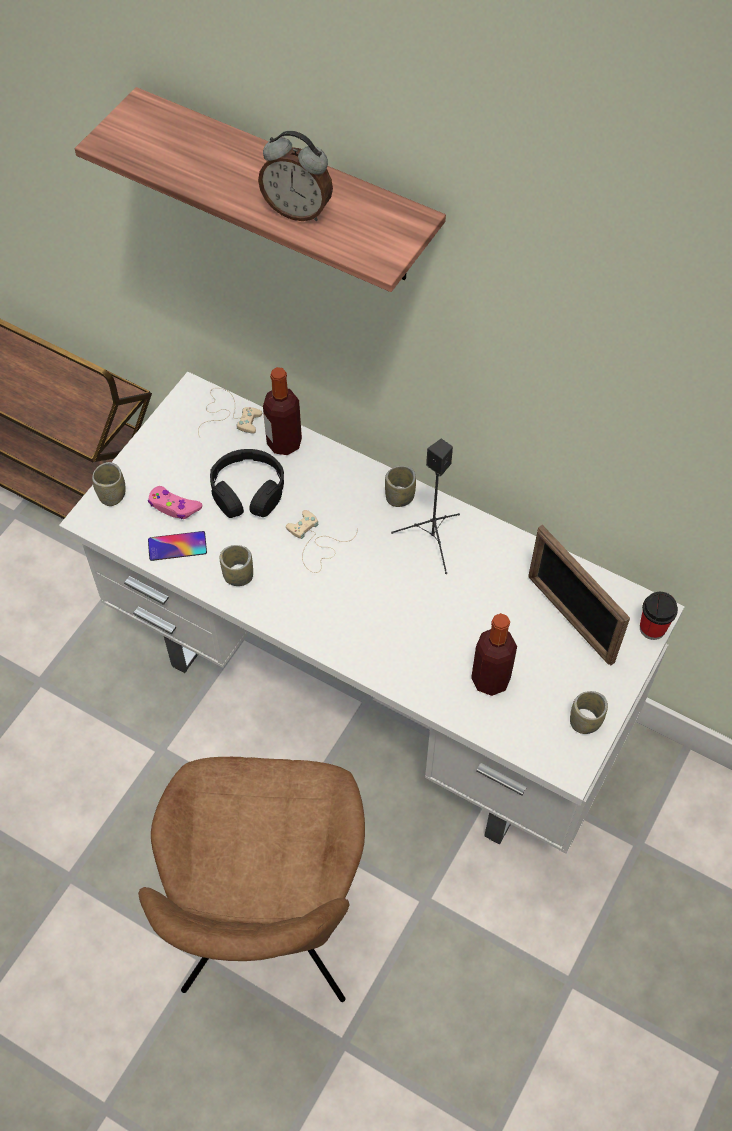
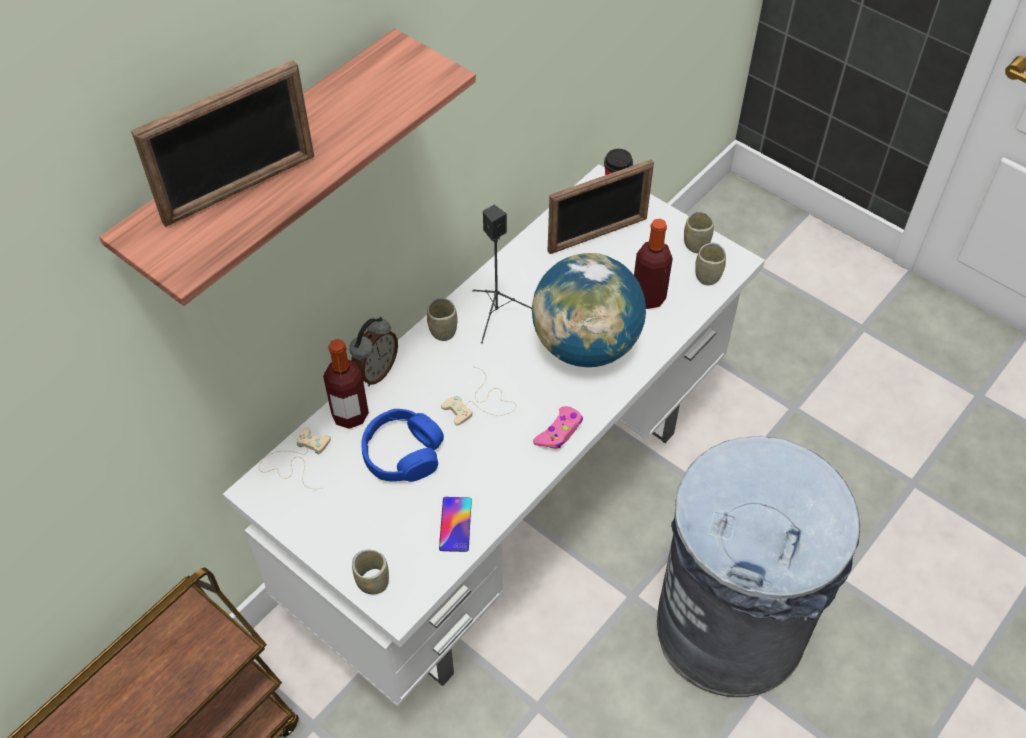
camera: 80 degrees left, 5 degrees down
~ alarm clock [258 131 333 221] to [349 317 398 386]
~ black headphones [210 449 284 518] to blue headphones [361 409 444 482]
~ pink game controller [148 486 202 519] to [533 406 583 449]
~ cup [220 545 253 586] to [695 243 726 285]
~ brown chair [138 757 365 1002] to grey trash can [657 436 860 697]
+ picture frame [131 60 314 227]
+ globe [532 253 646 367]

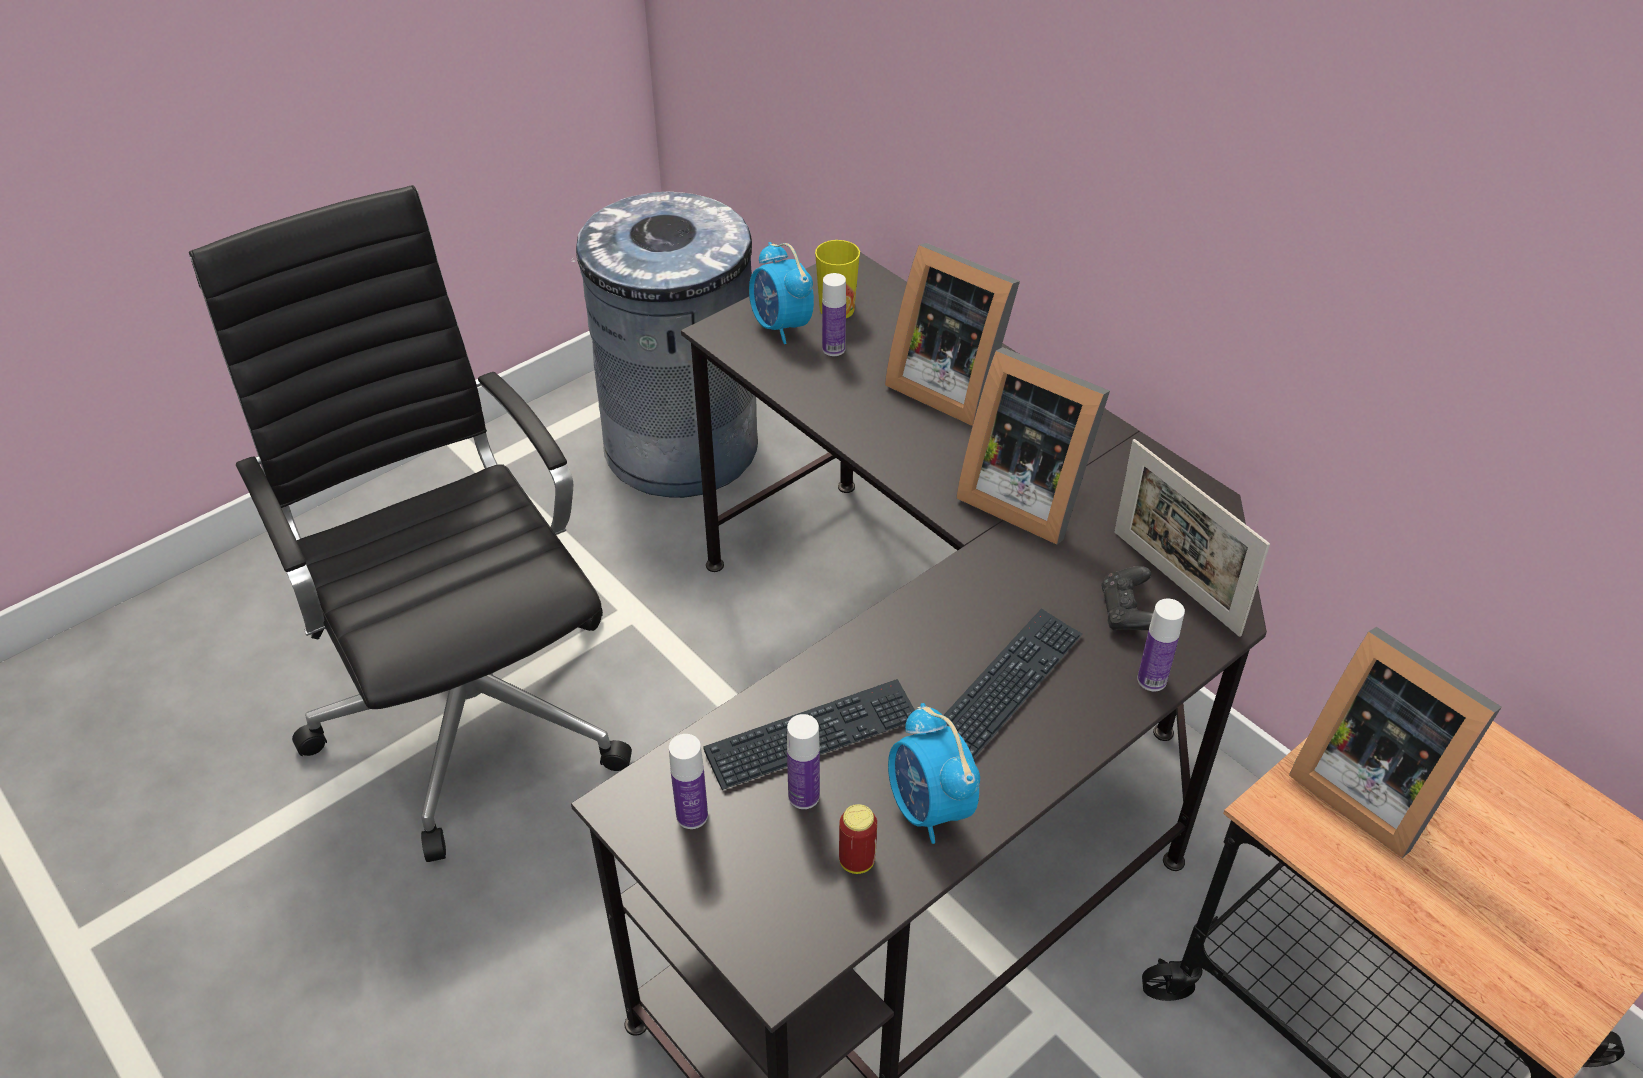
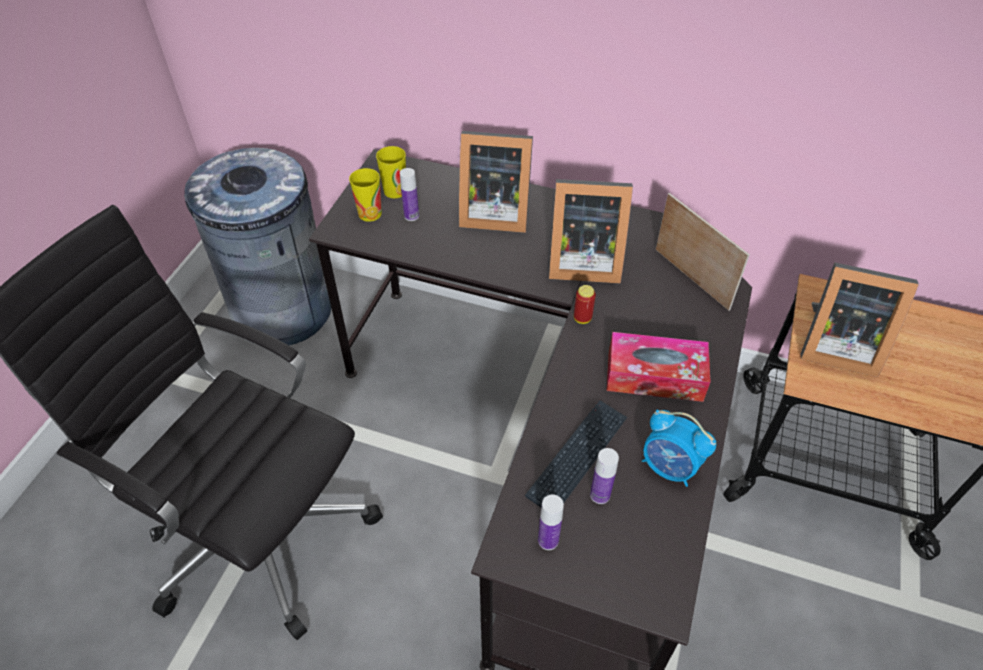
camera: 30 degrees left, 5 degrees up
~ alarm clock [749 242 814 344] to cup [349 168 382 222]
~ picture frame [1114 439 1270 637] = [656 193 750 311] 150 degrees counterclockwise
- black game controller [1101 566 1153 631]
- bottle [1137 598 1185 691]
~ keyboard [943 608 1083 759] to tissue box [607 332 710 402]
~ can [839 804 877 874] to [574 285 596 324]

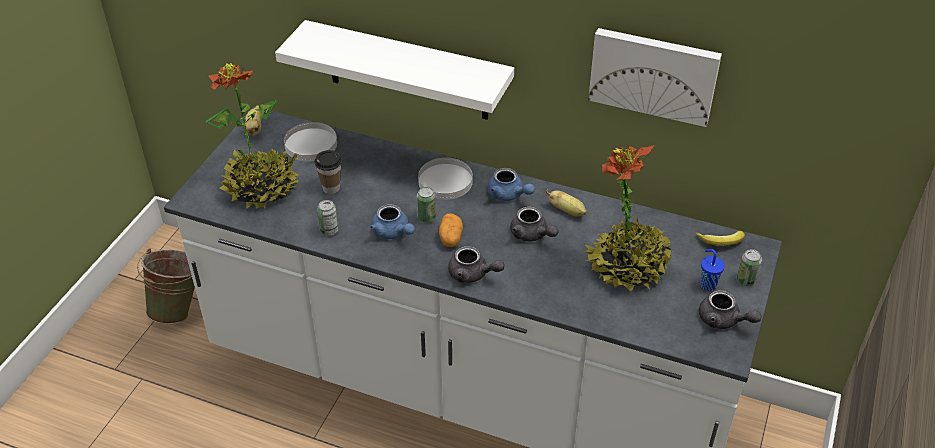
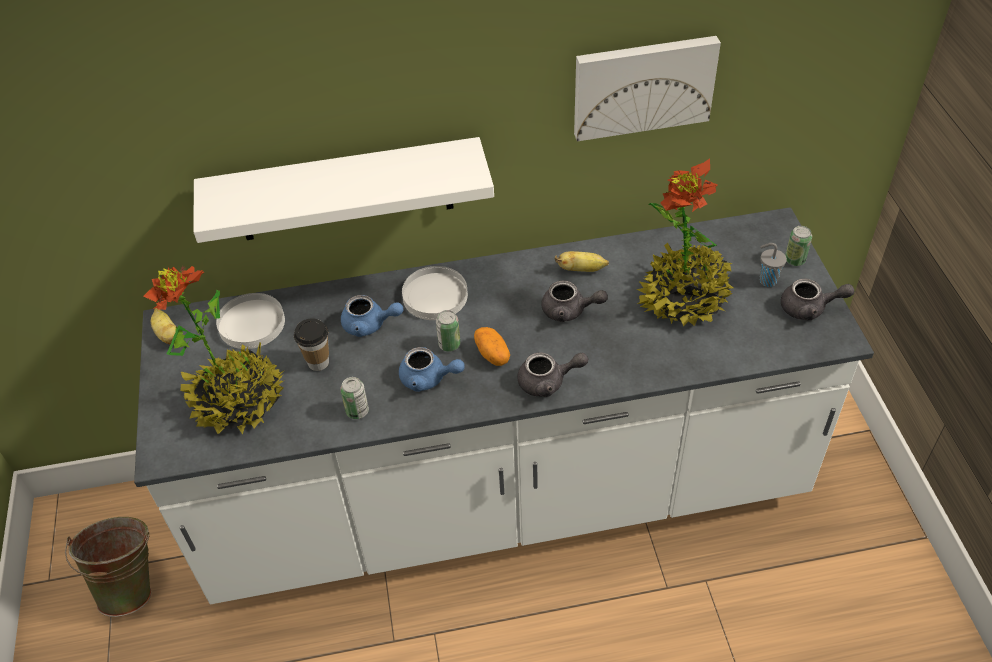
camera: 30 degrees left, 5 degrees up
~ blue teapot [487 168 535 201] to [341 295 403 337]
- banana [696 231 745 246]
~ blue cup [700 249 725 291] to grey cup [760 243 787 287]

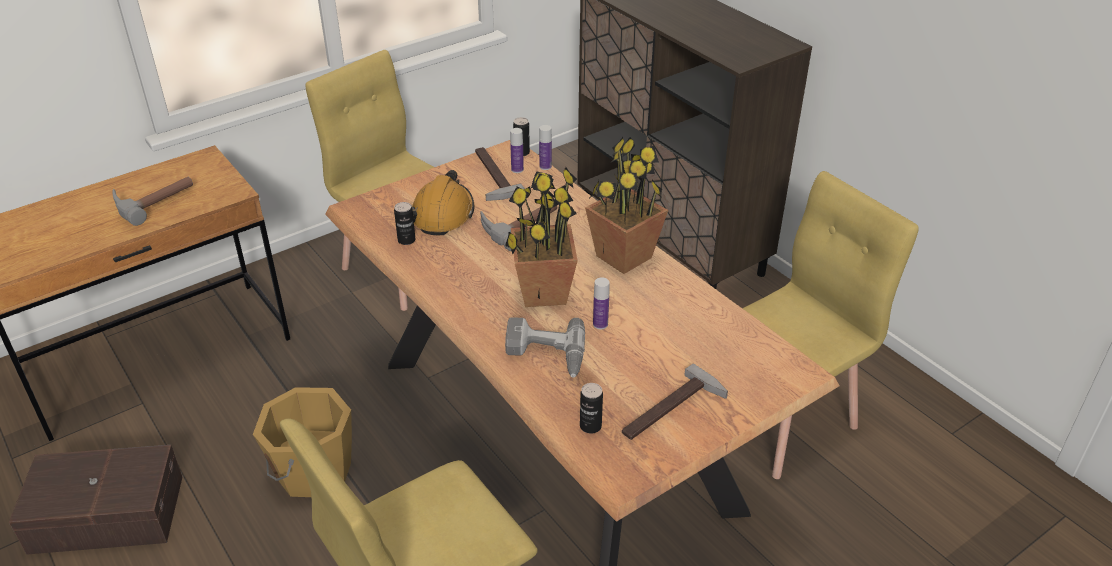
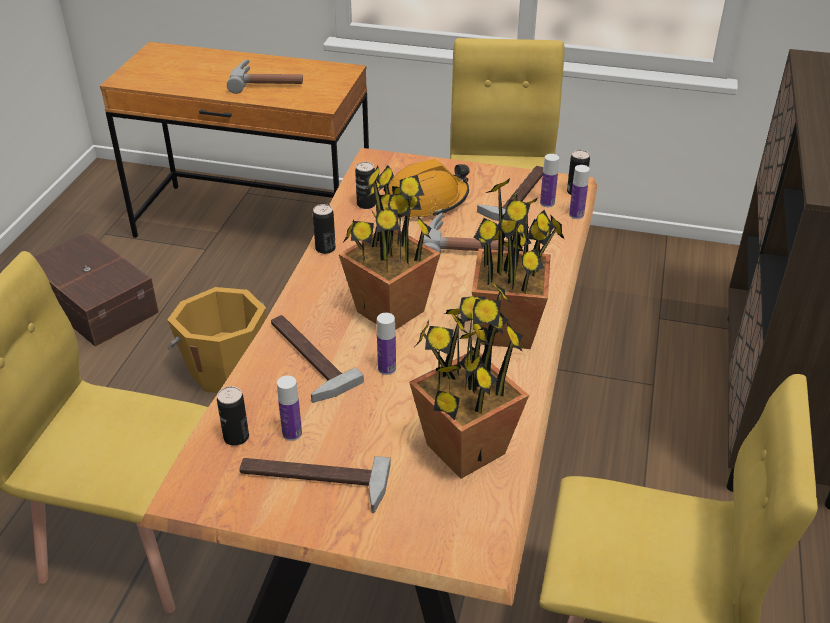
camera: 50 degrees right, 0 degrees up
~ power drill [505 317 585 378] to hammer [271 315 364 403]
+ can [313 204 336 254]
+ potted plant [409 280 529 479]
+ bottle [277 376 302 441]

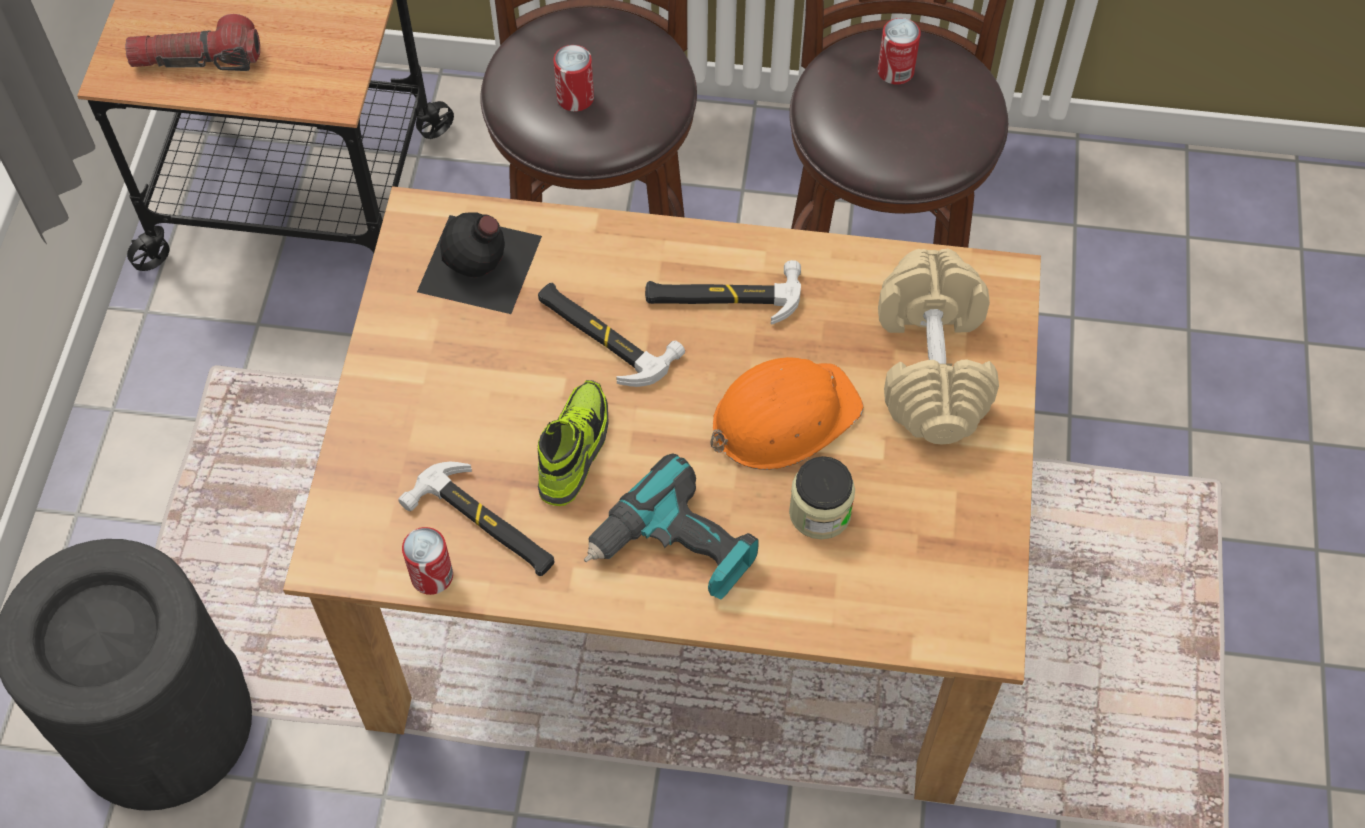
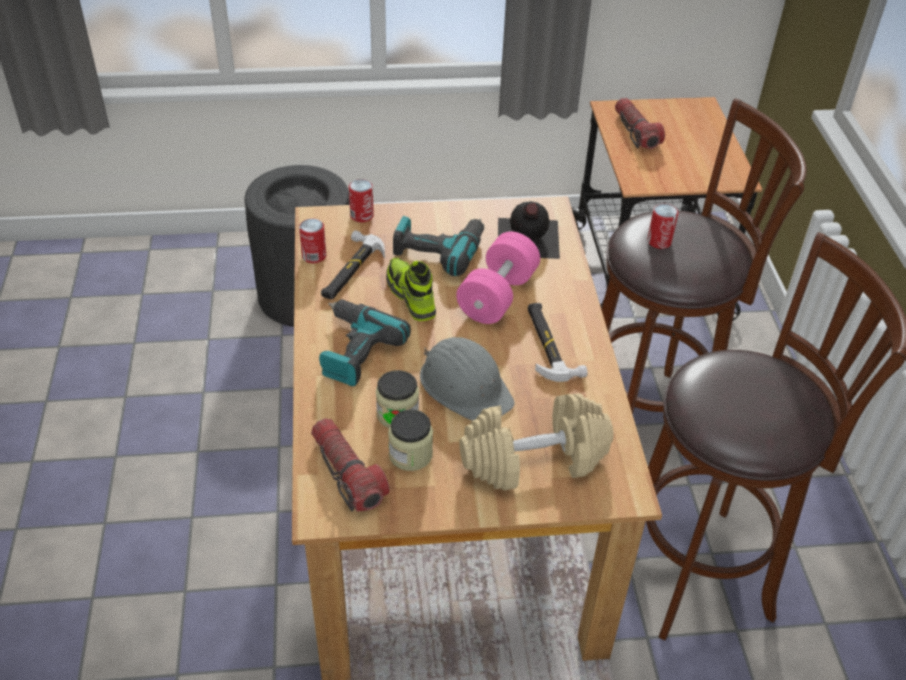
camera: 75 degrees right, 15 degrees down
~ can [878 18 921 84] to [349 179 374 222]
~ hammer [538 283 685 387] to pink dumbbell [456 231 540 324]
~ orange hard hat [711 357 863 470] to grey hard hat [420 337 515 421]
~ shoe [538 380 609 506] = [386 257 436 321] 120 degrees counterclockwise
+ power drill [393 216 484 276]
+ jar [388 409 433 471]
+ flashlight [311 418 390 512]

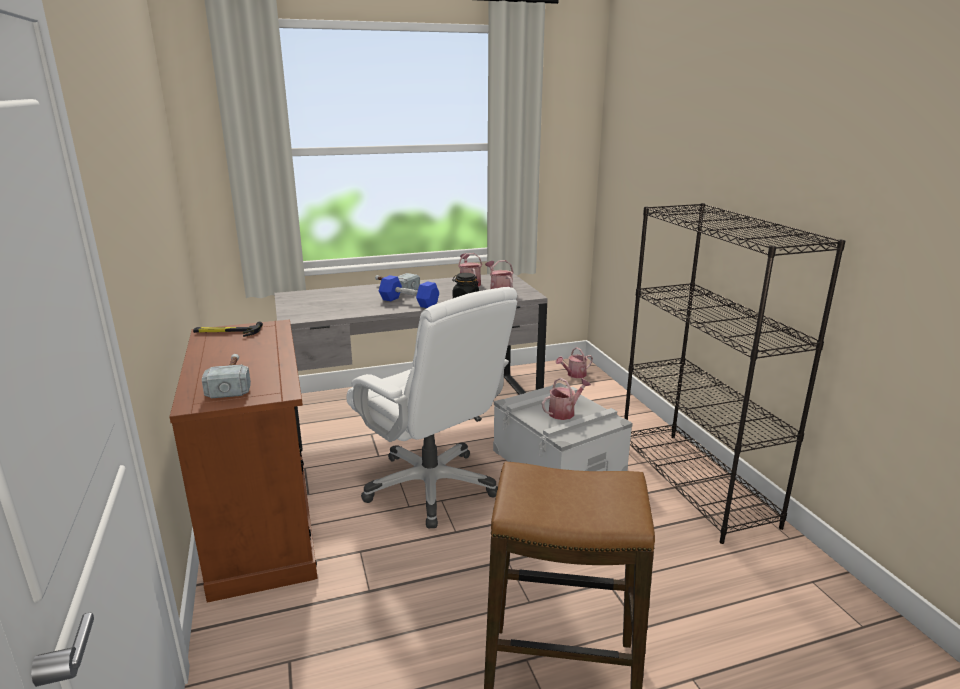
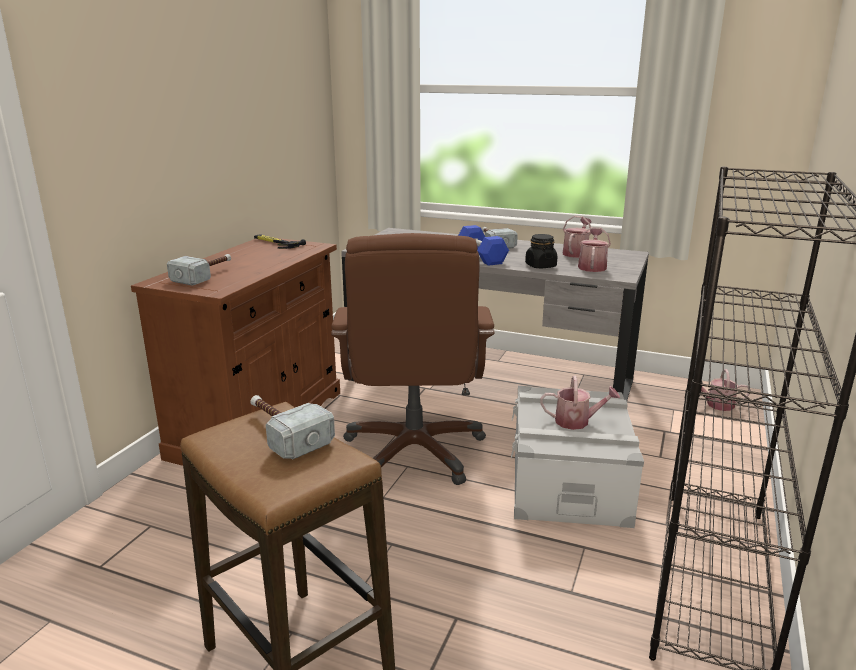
camera: 40 degrees right, 0 degrees up
~ white office chair [346 287 517 528] to brown office chair [331 233 495 485]
+ hammer [250 395 335 460]

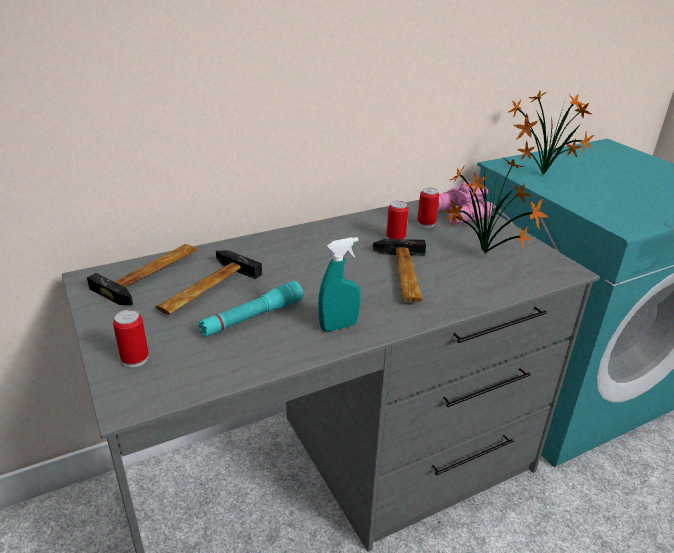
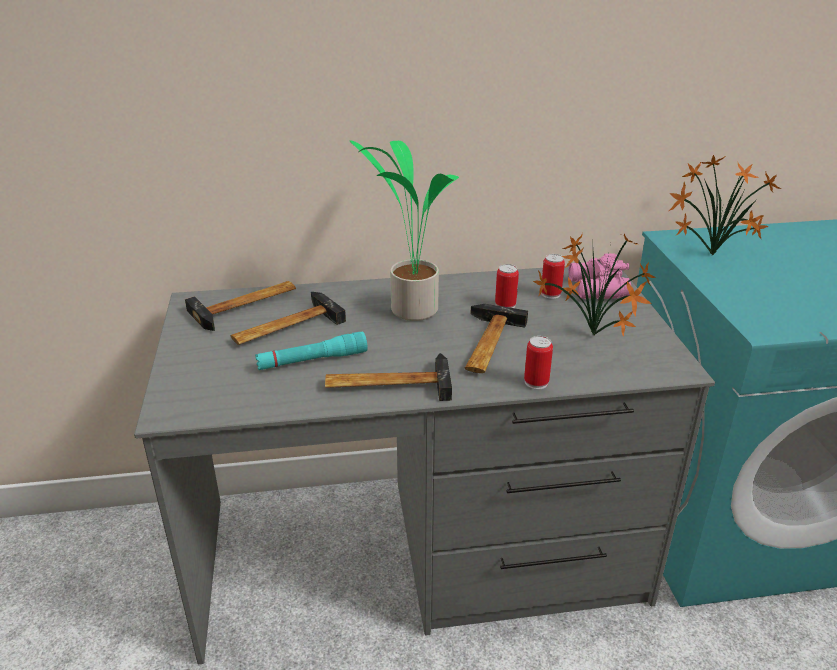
camera: 20 degrees right, 0 degrees up
~ turquoise spray bottle [318 237 361 332] to hammer [325 353 452 401]
~ can [113 310 149 367] to [524 336 553 389]
+ potted plant [350 141 459 321]

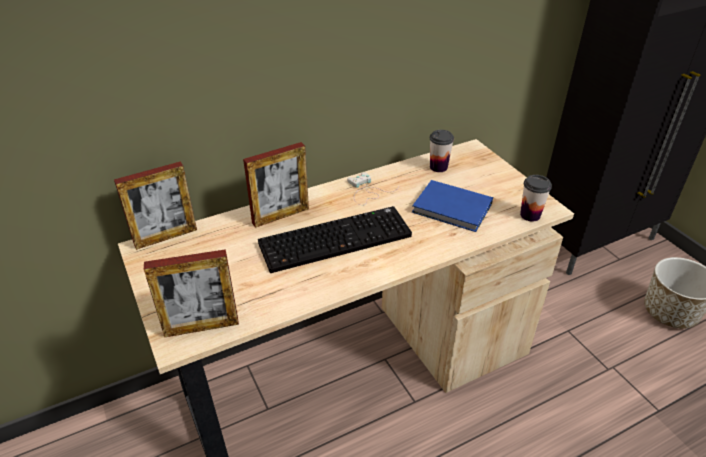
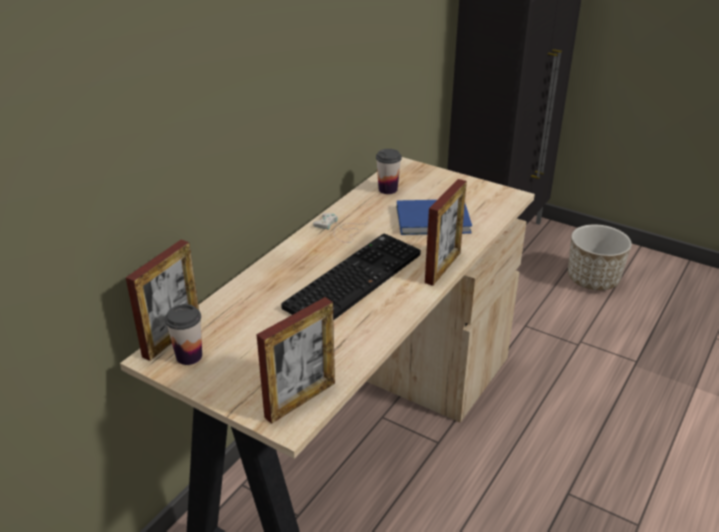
camera: 30 degrees left, 5 degrees down
~ picture frame [243 142 309 228] to [425 179 467 286]
~ cup [520 175 552 222] to [165 304 202 365]

